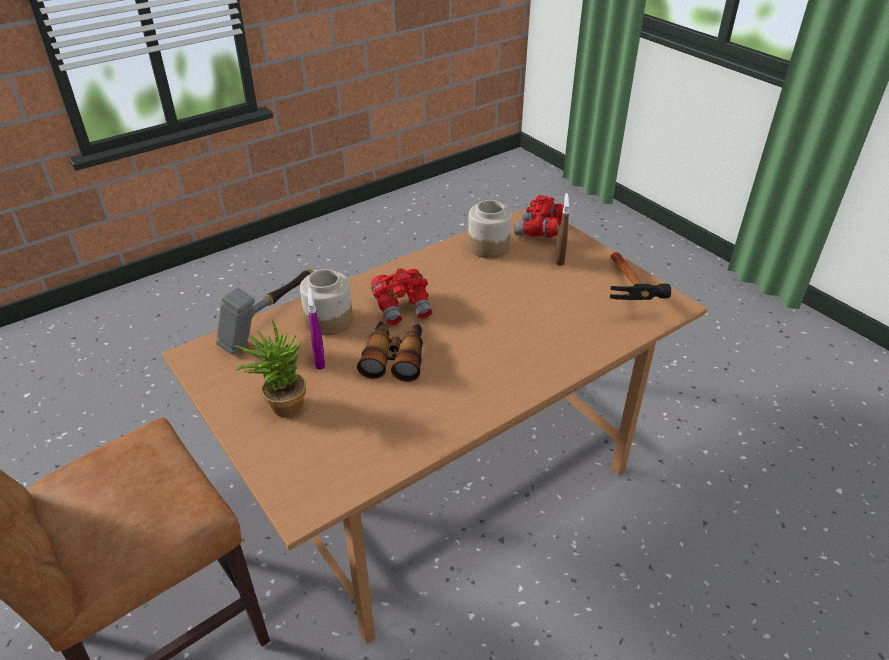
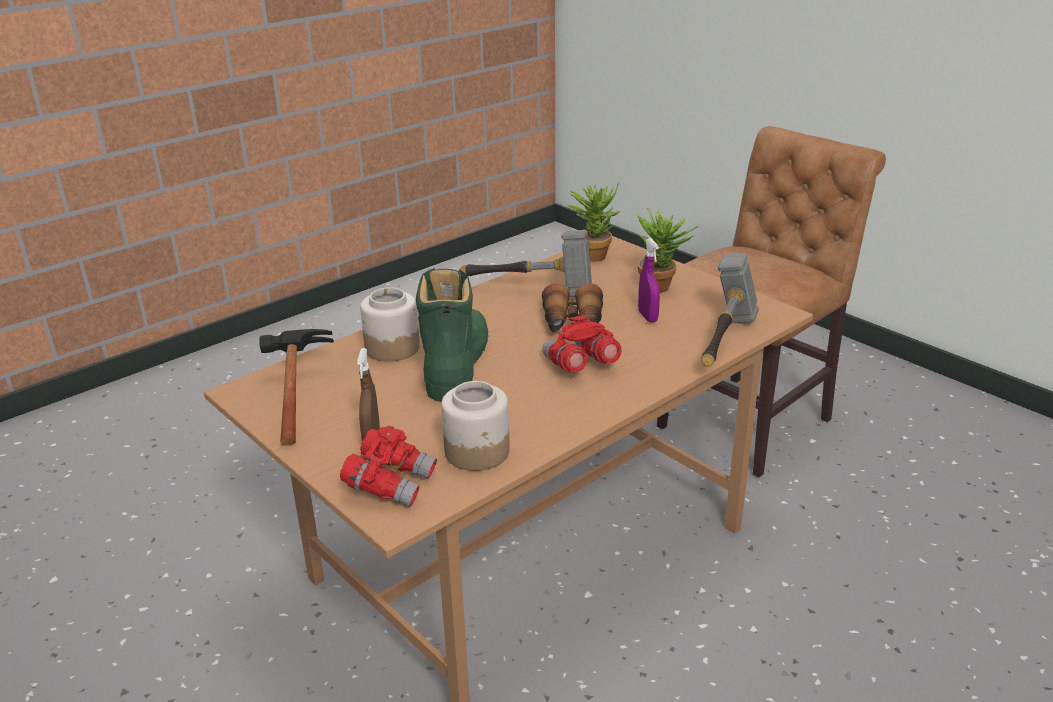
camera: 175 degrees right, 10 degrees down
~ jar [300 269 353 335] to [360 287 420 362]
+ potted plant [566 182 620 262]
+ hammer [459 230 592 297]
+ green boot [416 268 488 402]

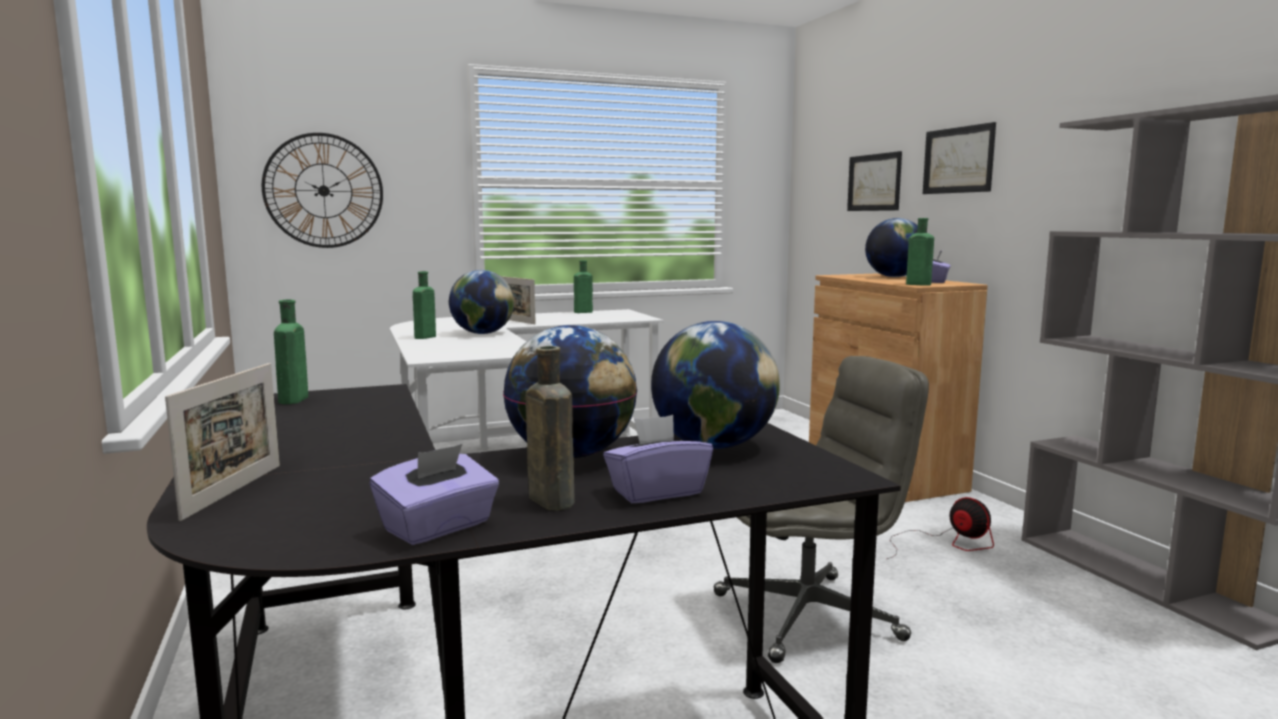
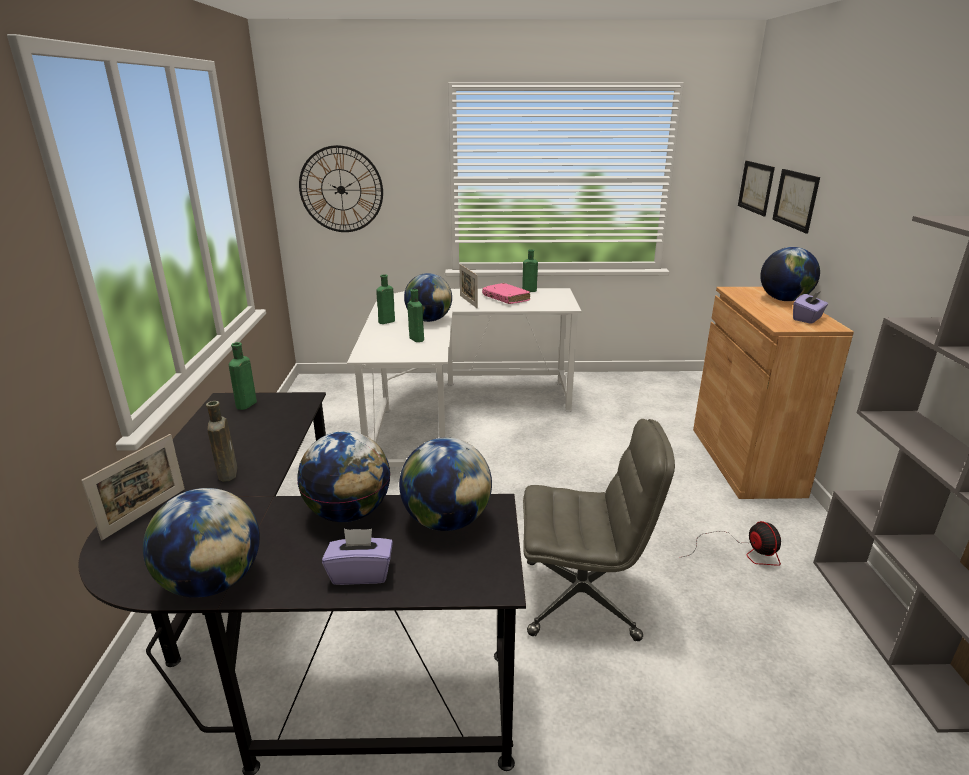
camera: 20 degrees right, 15 degrees up
~ picture [923 122 996 194] to [738 161 775 216]
~ green bottle [906 218 934 286] to [407 289 424 342]
~ brown bottle [525 346 575 510] to [206 401 237 482]
~ purple tissue box [370 444 499 545] to globe [143 488 260 598]
+ pink book [482 283 530 304]

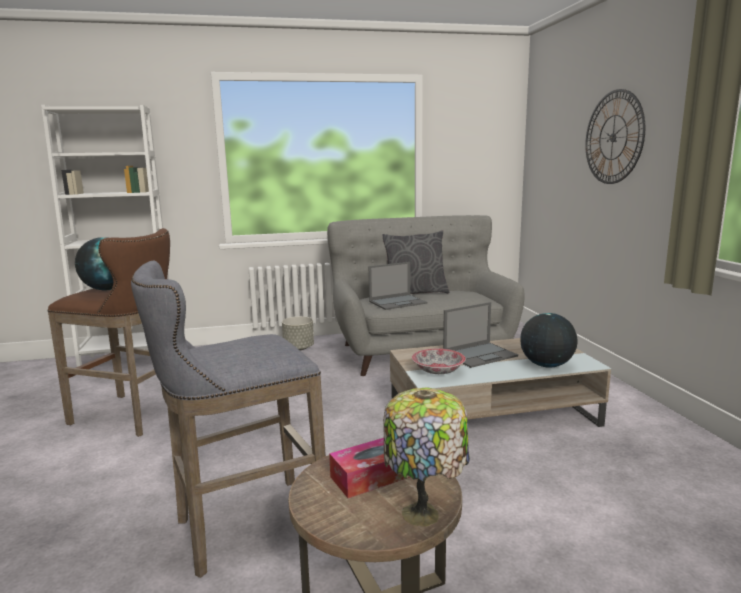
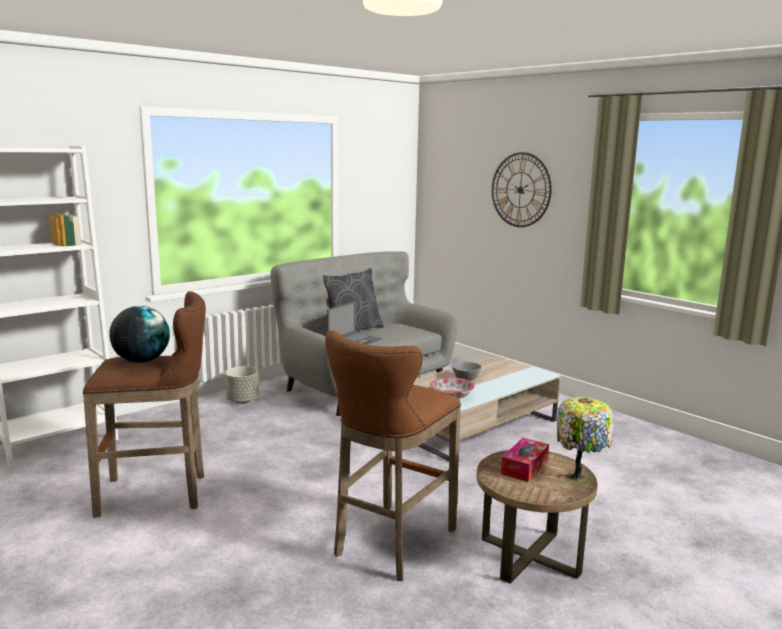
camera: 30 degrees left, 0 degrees up
~ grey stool [131 261 326 578] to brown stool [325 330 461 581]
~ laptop [443 302 518 368] to grey bowl [452 362 482 381]
- globe [520 313 578 368]

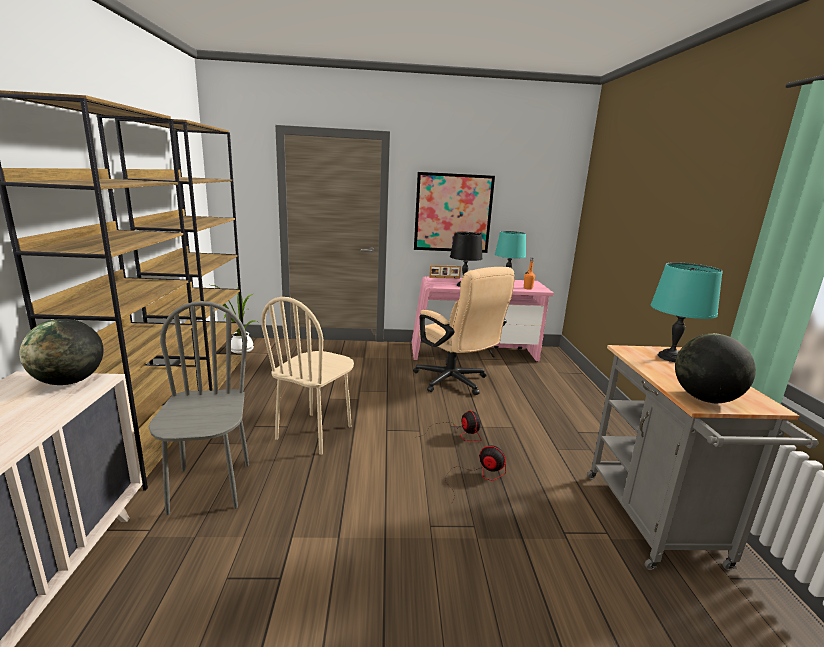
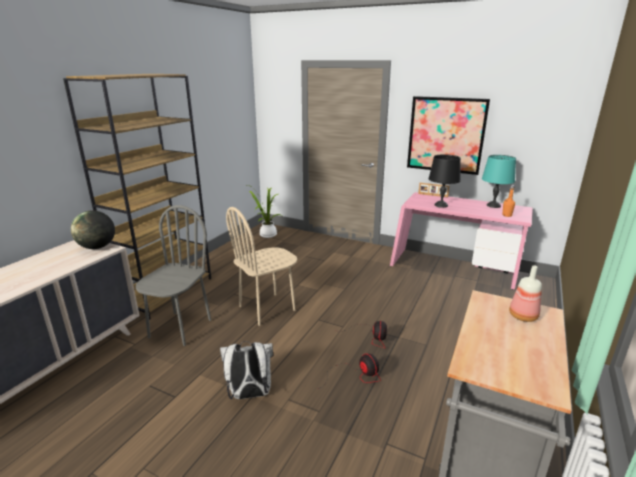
camera: 30 degrees right, 5 degrees up
- brown bookcase [115 119 243 397]
~ turquoise table lamp [651 262 723 362] to bottle [509 265 542 322]
- beige office chair [413 267 515 395]
- globe [675 333 756 403]
+ white backpack [220 341 273 399]

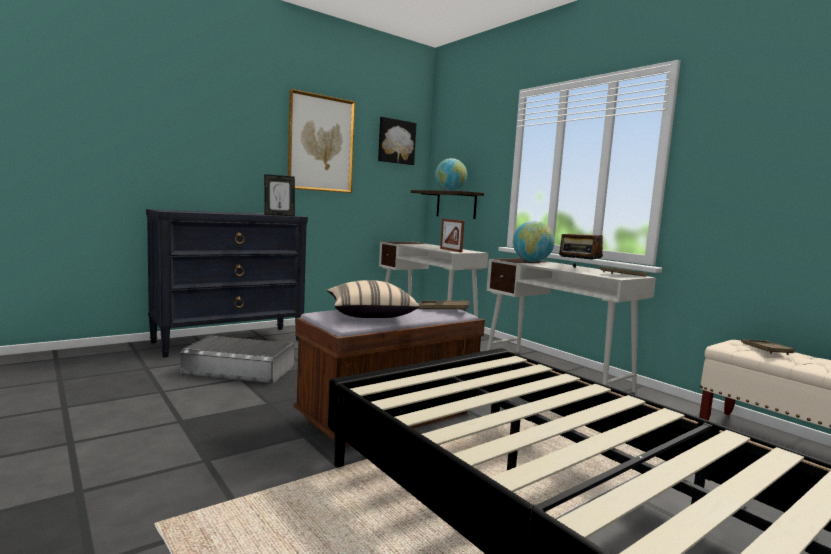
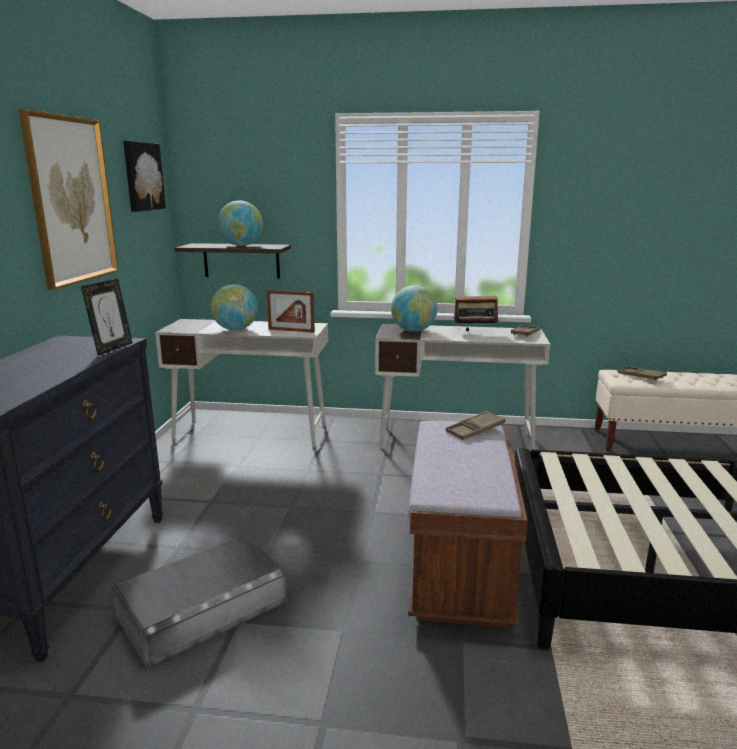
camera: 45 degrees left, 10 degrees up
- beige pillow [327 280 420 318]
+ globe [211 284 258 331]

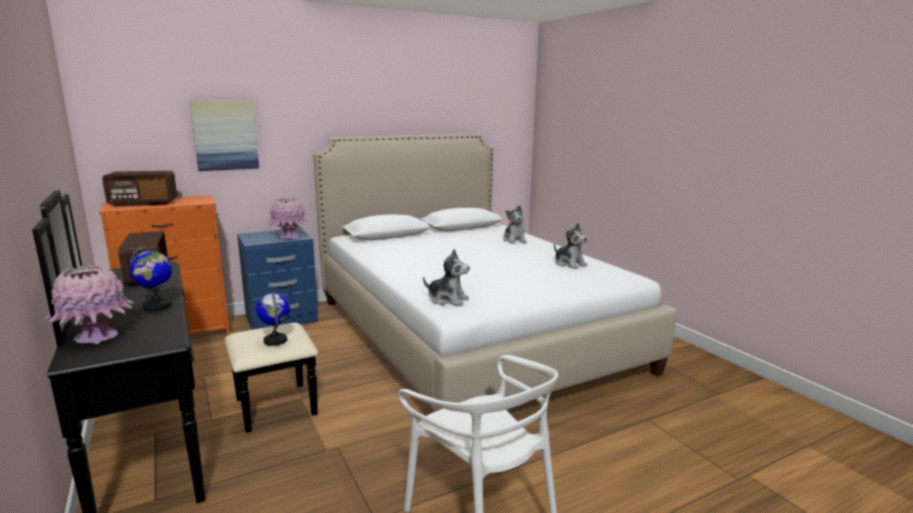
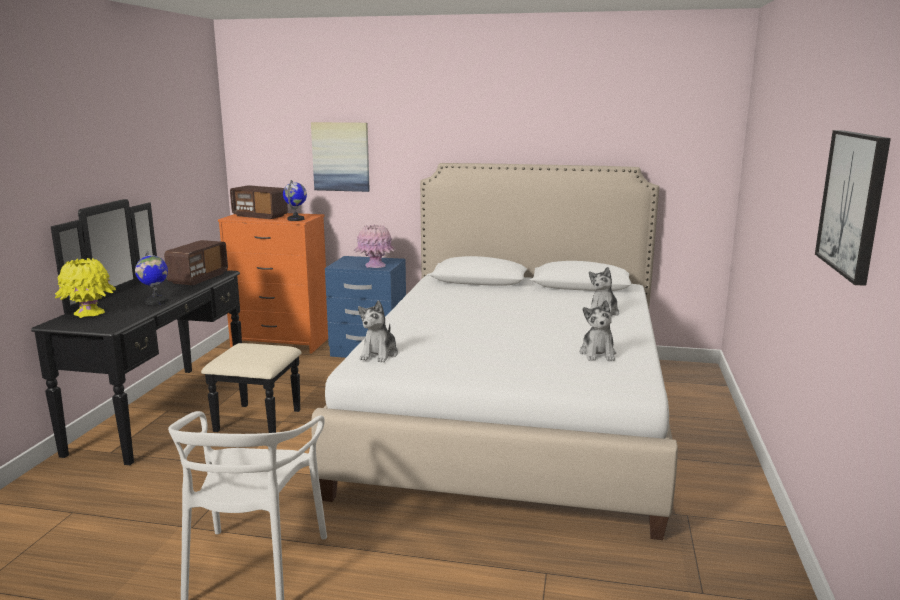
camera: 40 degrees right, 0 degrees up
~ plush toy [423 249 470 306] = [358 301 398 363] 45 degrees clockwise
~ pink vase [45 265 134 344] to yellow vase [55 258 116 318]
~ globe [256 292 290 346] to [283 180 307 221]
+ picture [815 130 891 286]

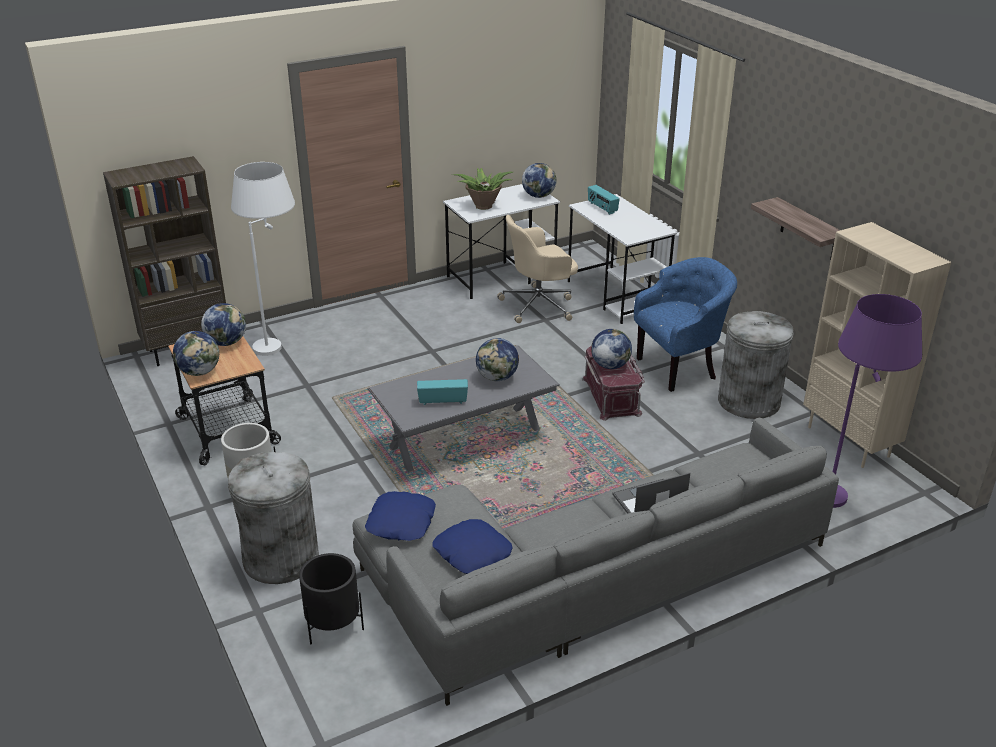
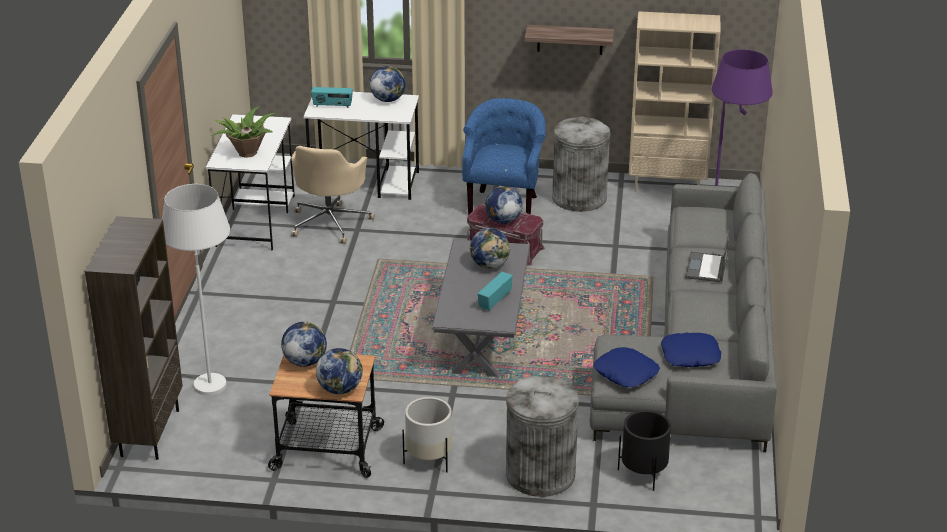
camera: 55 degrees left, 0 degrees up
~ globe [522 163 556 198] to [370 66 405 102]

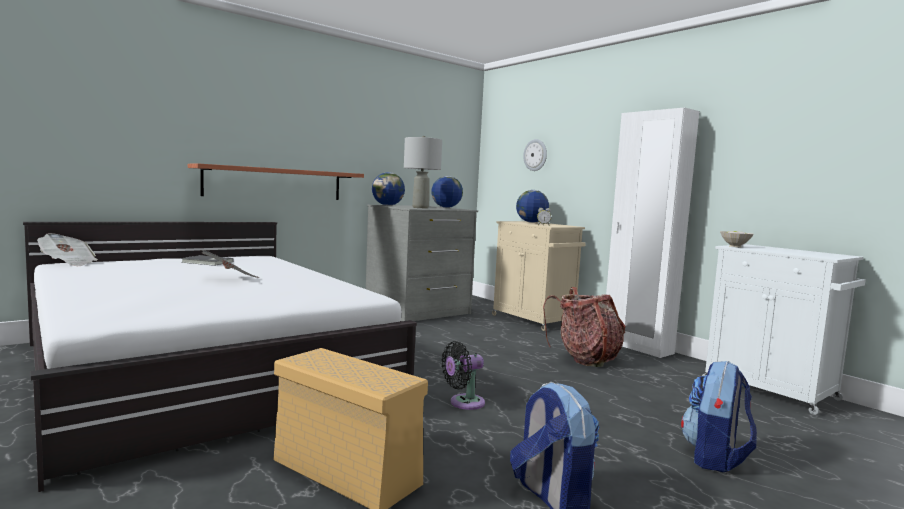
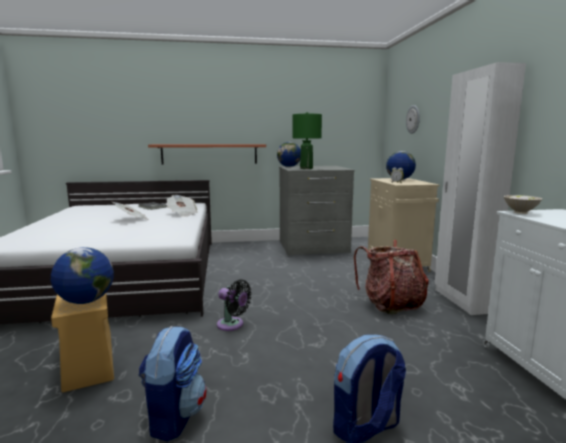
camera: 30 degrees right, 5 degrees up
~ grey table lamp [404 136 442 208] to green table lamp [292 112 322 169]
~ globe [431 176 463 208] to [51 247 114 304]
~ newspaper [37 233 98 266] to [167 195 198 217]
~ black fan [442 341 485 410] = [217 280 252 331] 150 degrees counterclockwise

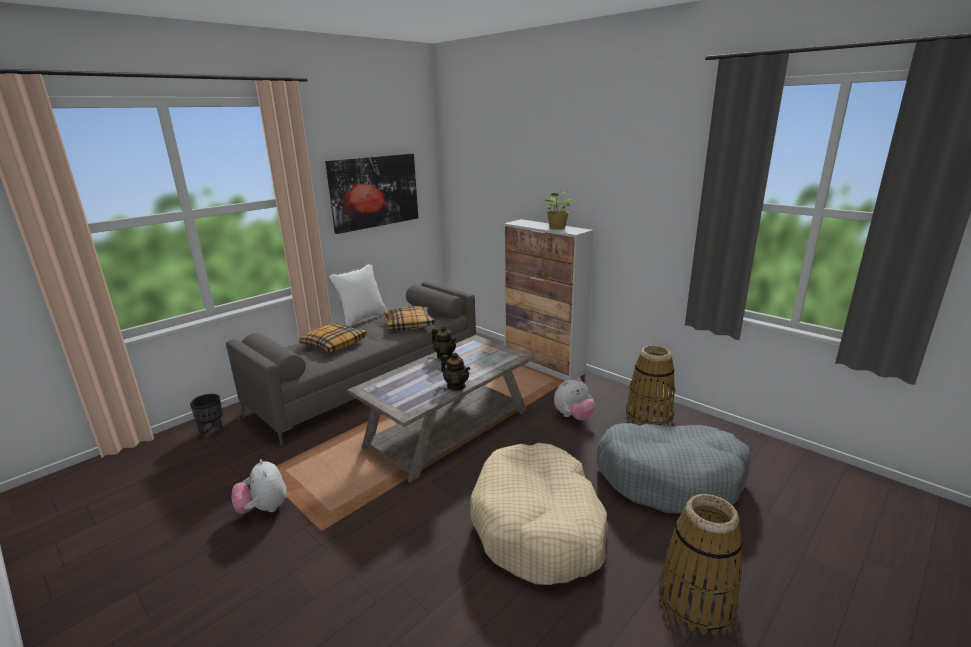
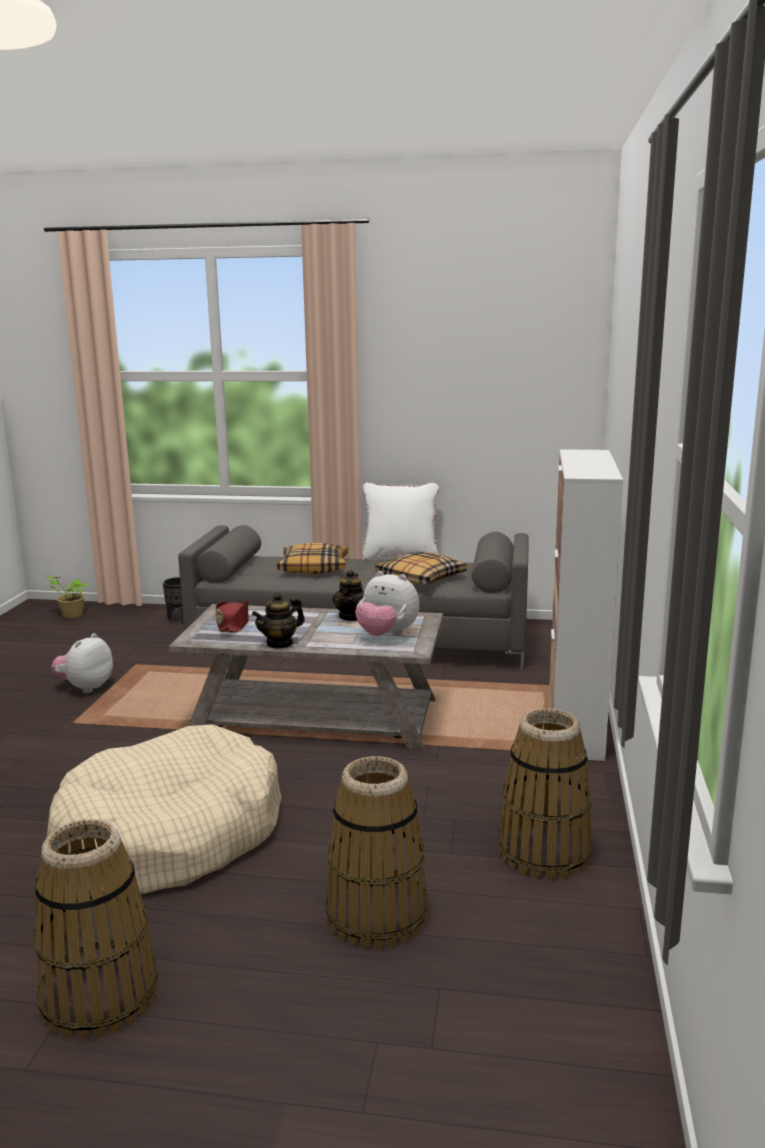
camera: 55 degrees right, 5 degrees down
- picture [325 154 418 234]
~ potted plant [545 191 575 229] to [45 575 88 618]
~ teapot [441 353 470 390] = [252 592 305 649] 45 degrees clockwise
~ plush toy [554 378 596 421] to [355 571 420 636]
~ grey dog bed [597 423 751 514] to basket [326 756 428 949]
+ red hat [215 599 248 633]

